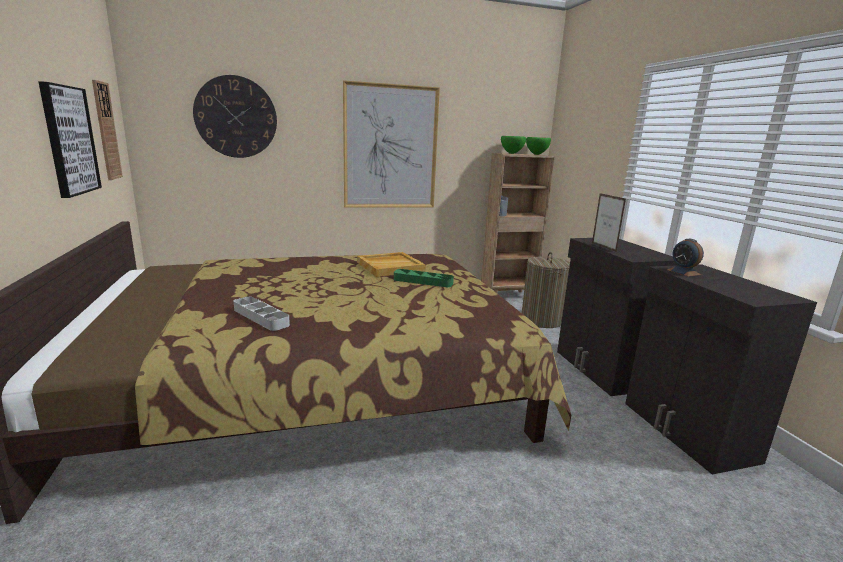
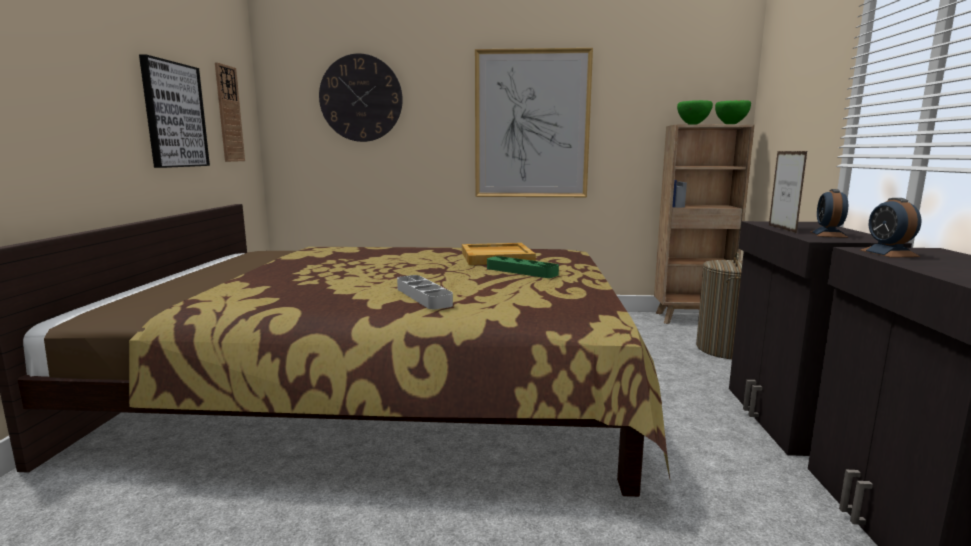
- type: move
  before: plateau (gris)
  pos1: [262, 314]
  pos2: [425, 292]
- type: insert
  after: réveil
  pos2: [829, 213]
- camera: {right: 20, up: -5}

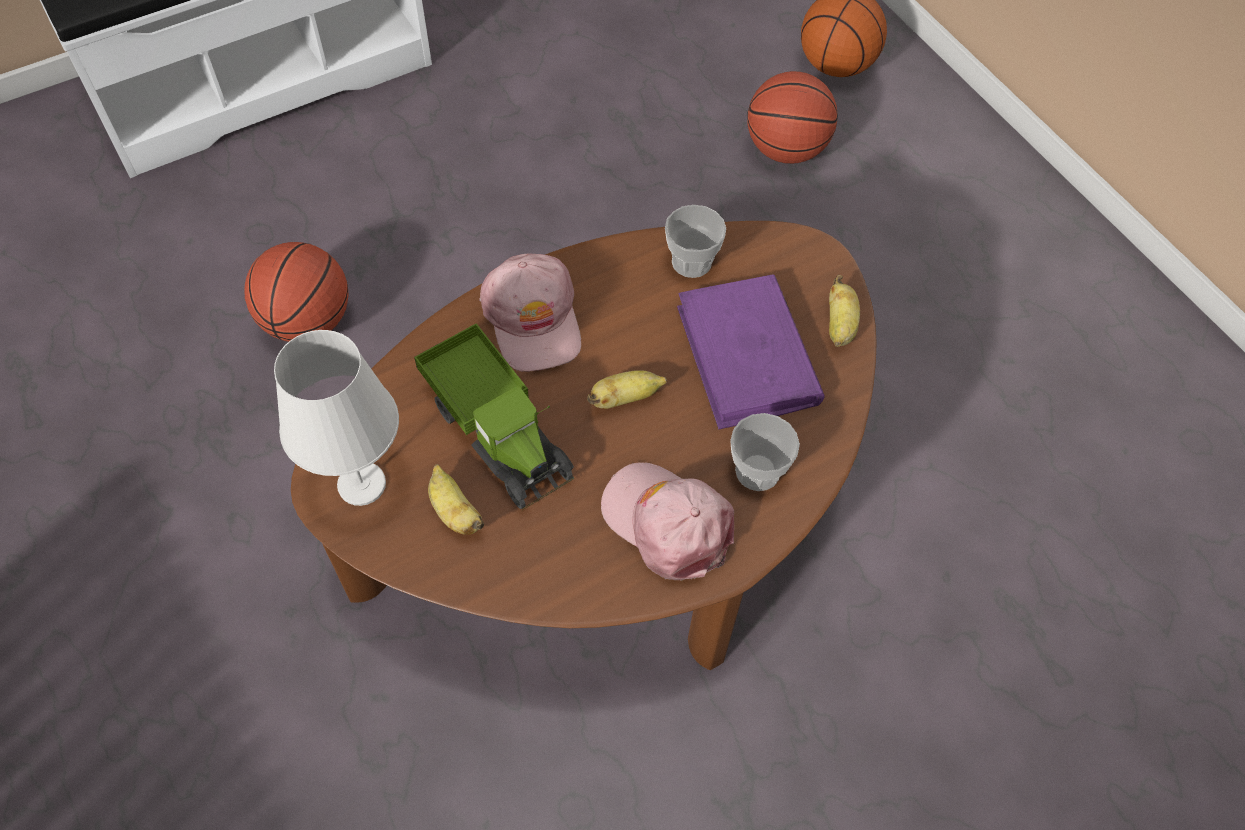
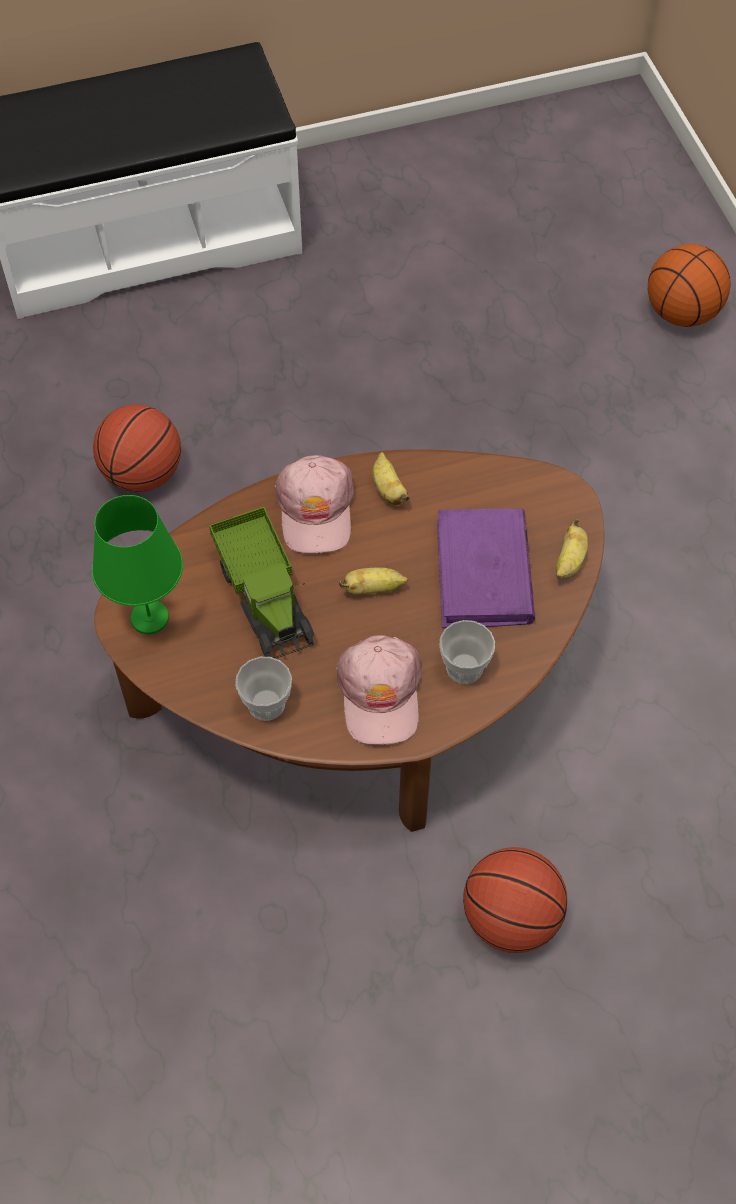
- type: recolor
  before: lampe de table (blanc)
  after: lampe de table (vert)
  pos1: [336, 418]
  pos2: [137, 564]
- type: move
  before: tasse
  pos1: [695, 241]
  pos2: [263, 689]
- type: rotate
  before: casquette (rose)
  pos1: [667, 521]
  pos2: [379, 690]
  turn: -150
- type: move
  before: banane
  pos1: [456, 499]
  pos2: [390, 478]
- type: move
  before: ballon de basket
  pos1: [792, 117]
  pos2: [515, 900]
- camera: {right: 15, up: 0}

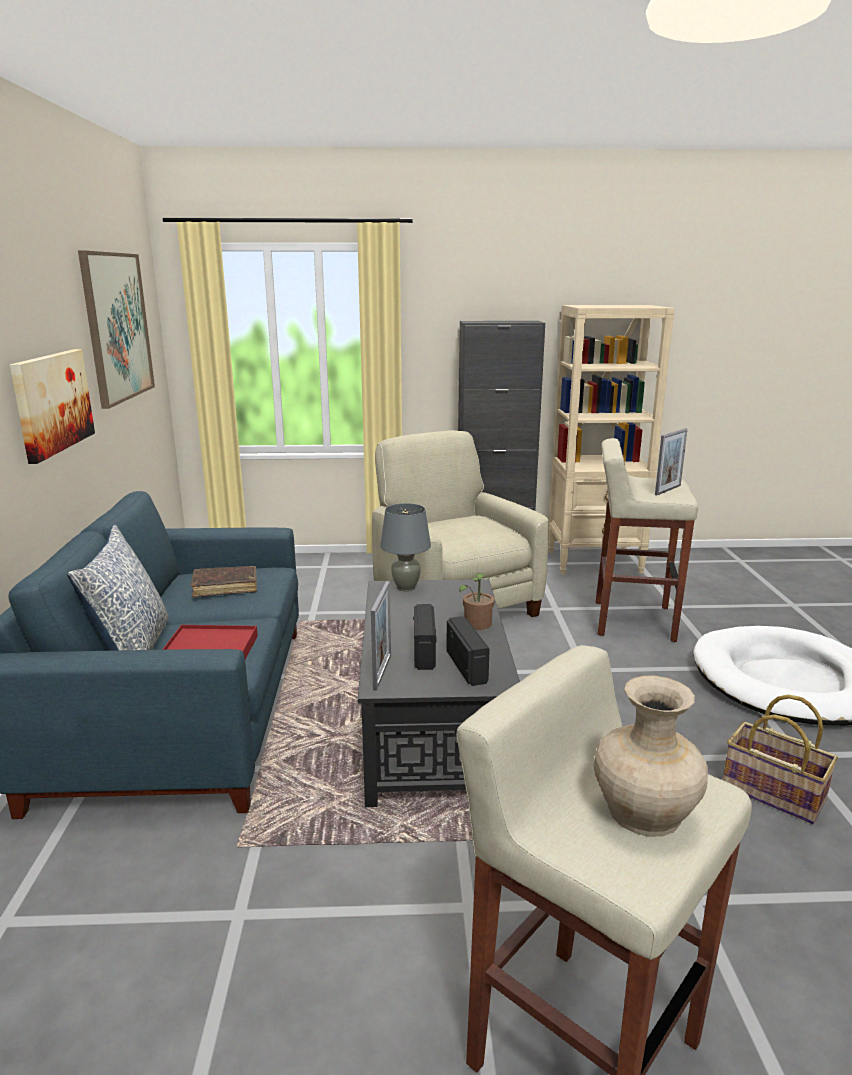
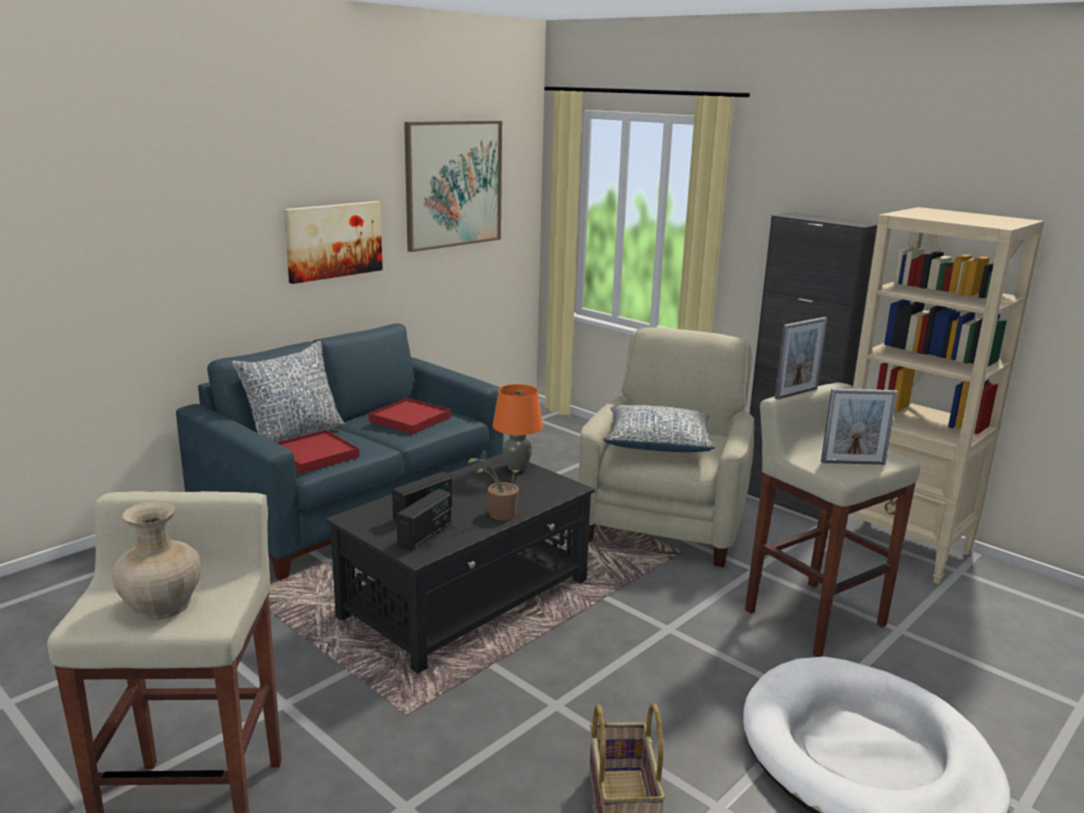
- type: replace
  before: livre (marron)
  after: plateau (rouge)
  pos1: [224, 581]
  pos2: [410, 416]
- type: recolor
  before: lampe de table (gris)
  after: lampe de table (orange)
  pos1: [405, 547]
  pos2: [518, 427]
- type: insert
  after: coussin
  pos2: [659, 428]
- type: move
  before: cadre photo
  pos1: [381, 635]
  pos2: [801, 358]
- camera: {right: 45, up: 0}

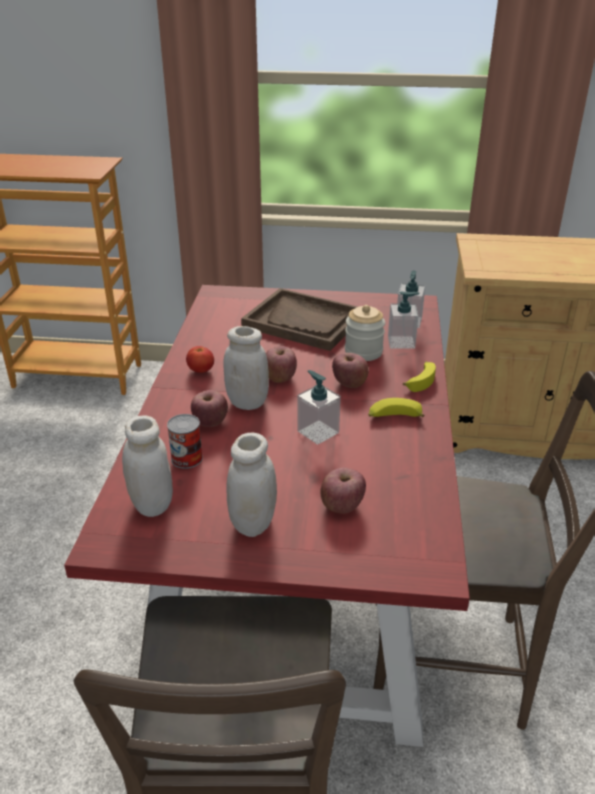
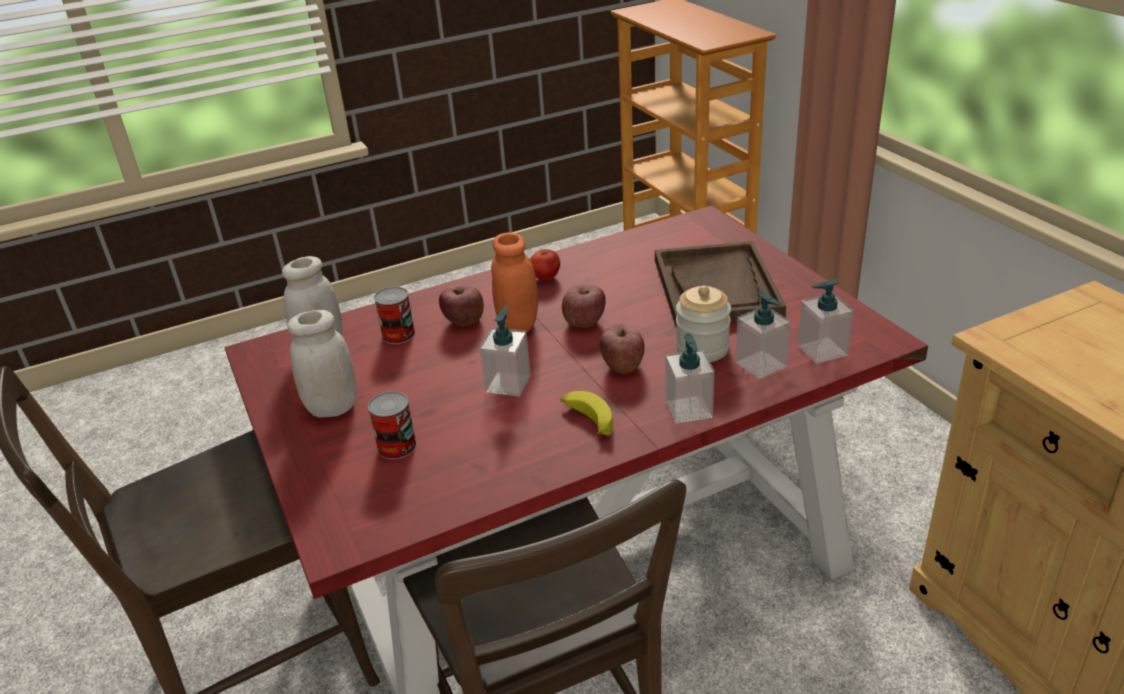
- type: replace
  before: pomme
  after: boîte métallique
  pos1: [343, 491]
  pos2: [392, 425]
- type: recolor
  before: bocal (blanc)
  after: bocal (orange)
  pos1: [246, 368]
  pos2: [514, 282]
- type: replace
  before: banane
  after: distributeur de savon
  pos1: [419, 377]
  pos2: [689, 378]
- camera: {right: 60, up: 0}

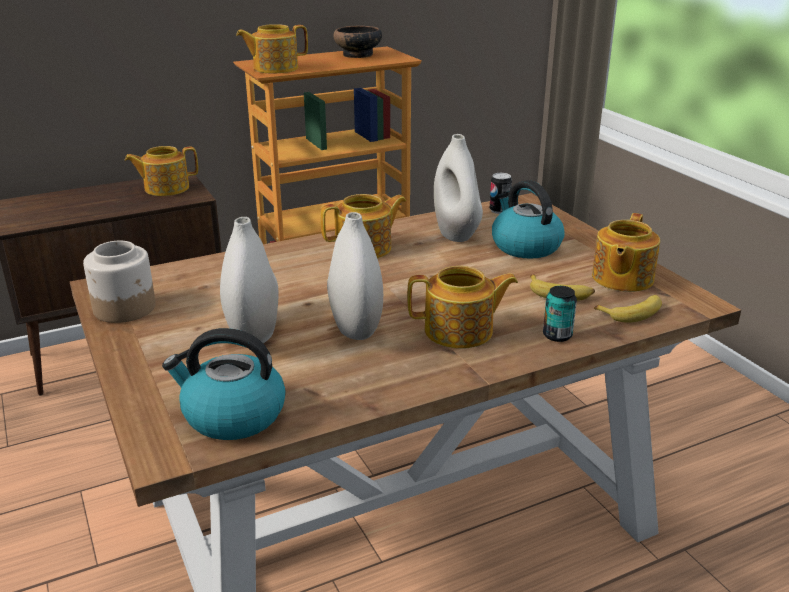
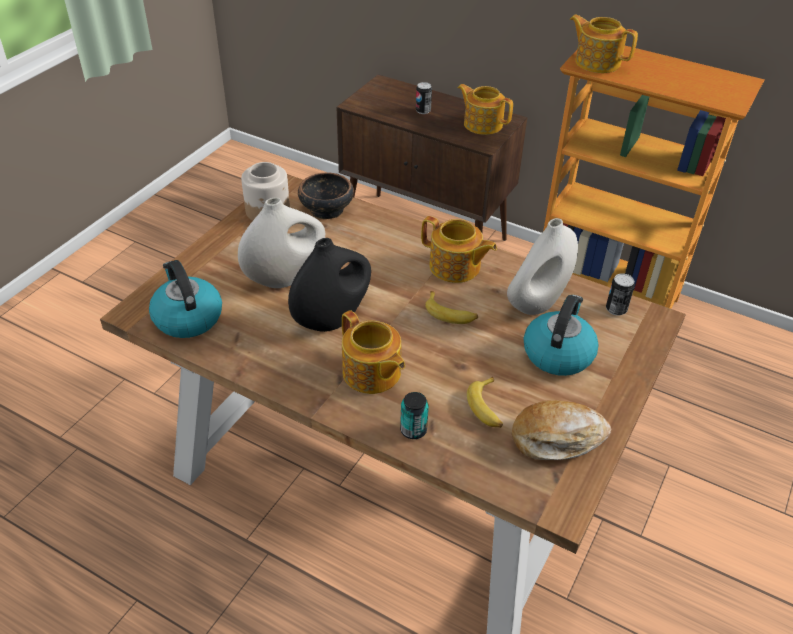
- type: recolor
  before: vase (blanc)
  after: vase (noir)
  pos1: [355, 276]
  pos2: [329, 285]
- type: move
  before: bol
  pos1: [357, 42]
  pos2: [326, 195]
- type: insert
  after: boîte métallique
  pos2: [424, 98]
- type: move
  before: banane
  pos1: [628, 309]
  pos2: [451, 307]
- type: replace
  before: théière
  after: pain
  pos1: [626, 252]
  pos2: [562, 430]
- camera: {right: 55, up: 15}

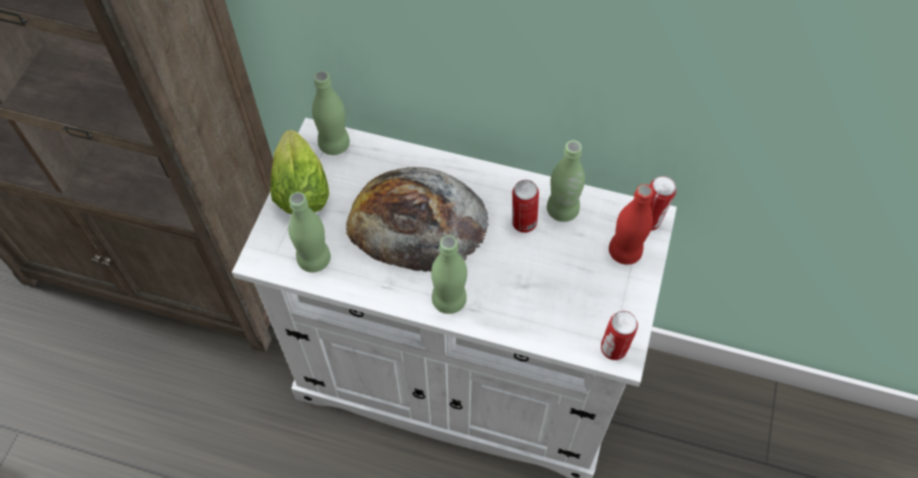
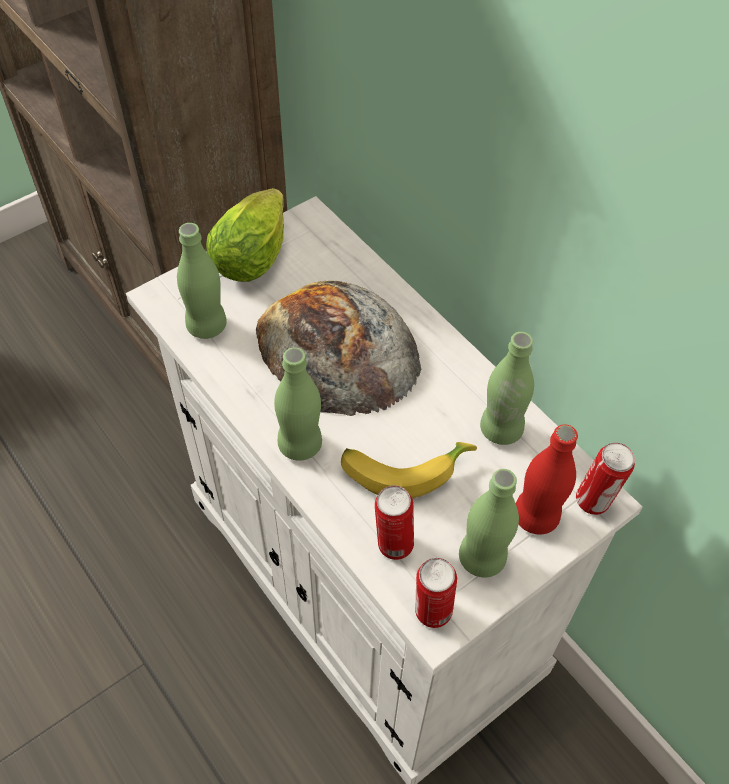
- type: insert
  after: banane
  pos2: [409, 470]
- type: move
  before: boîte métallique
  pos1: [525, 206]
  pos2: [394, 522]
- type: move
  before: bouteille (vert)
  pos1: [331, 113]
  pos2: [489, 523]
- camera: {right: 35, up: -5}

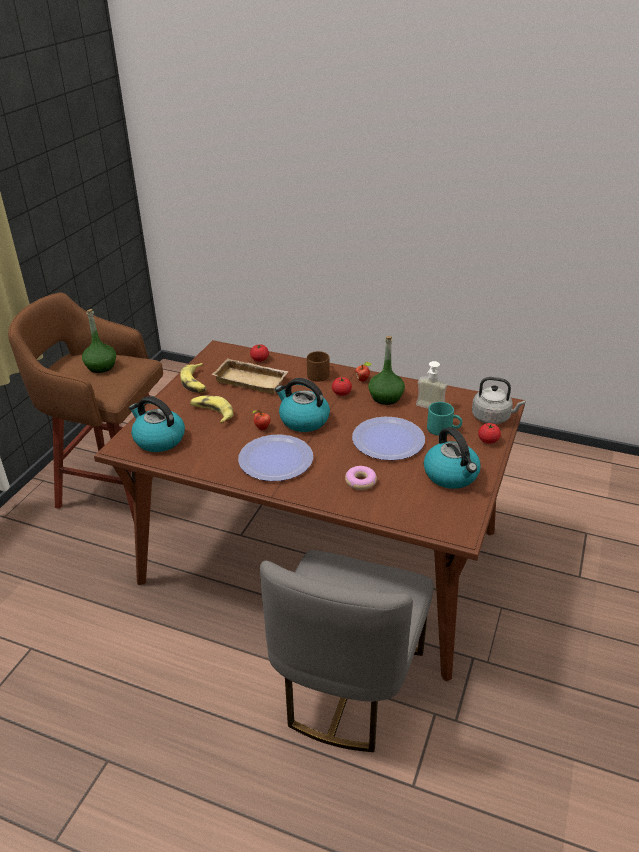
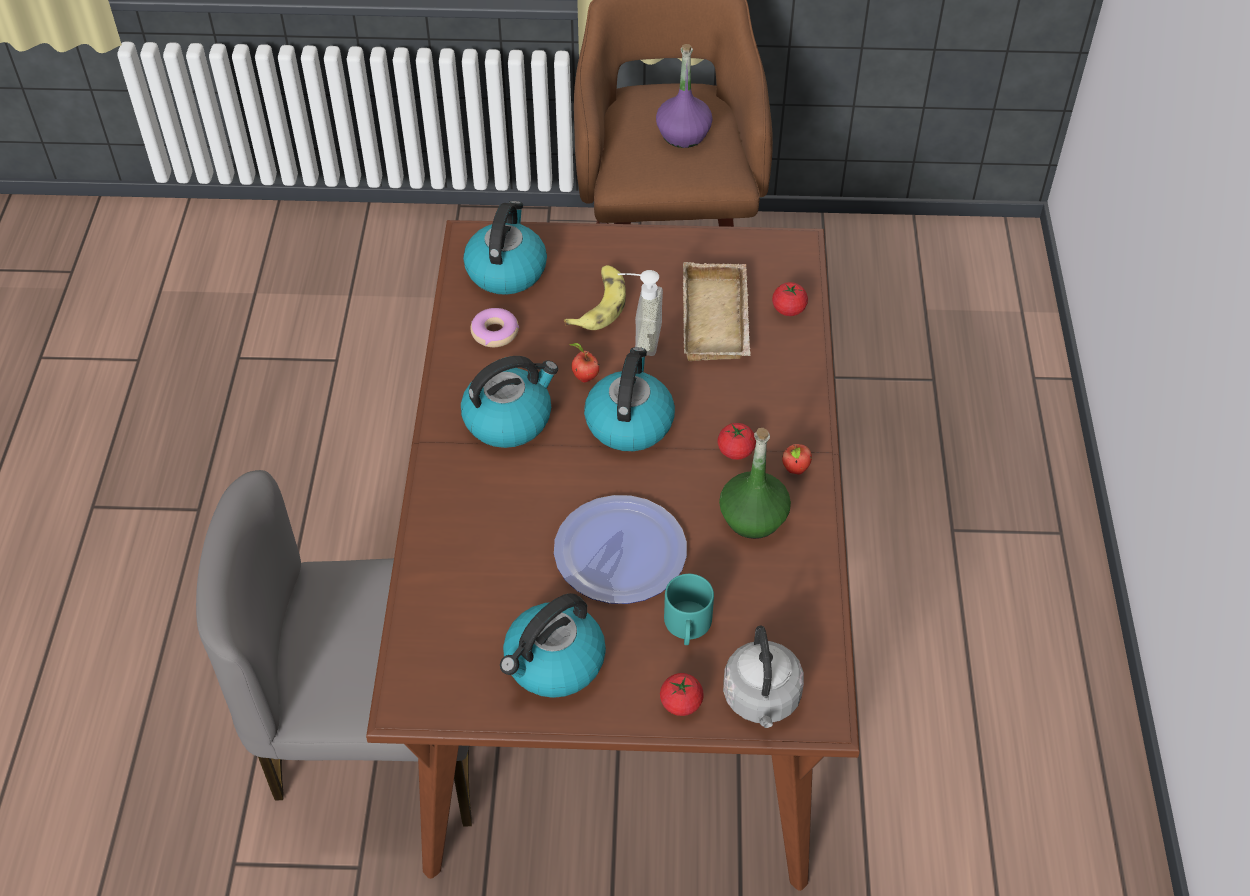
- type: replace
  before: assiette
  after: bouilloire
  pos1: [275, 458]
  pos2: [509, 402]
- type: move
  before: beignet
  pos1: [361, 478]
  pos2: [495, 327]
- type: move
  before: distributeur de savon
  pos1: [432, 385]
  pos2: [640, 313]
- type: recolor
  before: bouteille (vert)
  after: bouteille (violet)
  pos1: [99, 341]
  pos2: [684, 96]
- type: delete
  before: banane
  pos1: [193, 378]
- type: delete
  before: mug (marron)
  pos1: [318, 366]
- camera: {right: 70, up: 15}

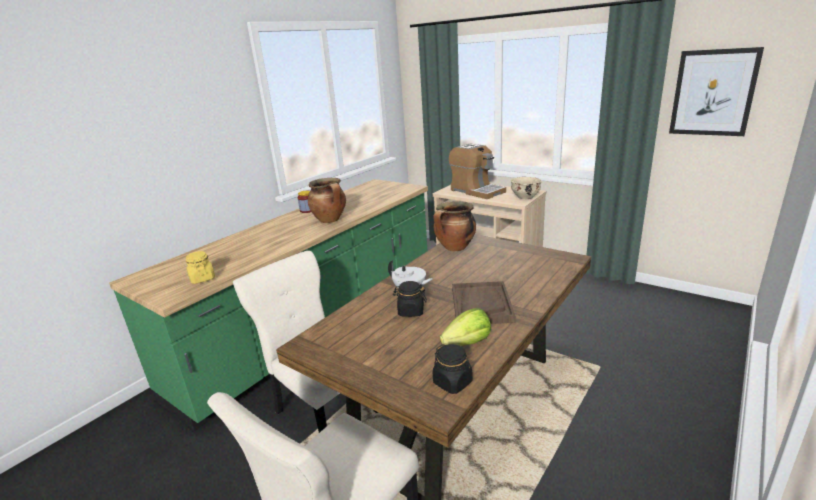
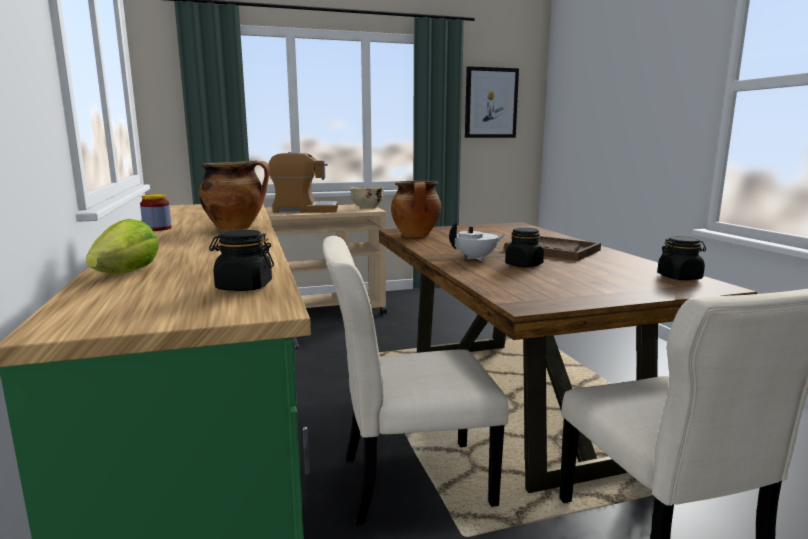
- type: move
  before: laitue
  pos1: [465, 327]
  pos2: [122, 246]
- type: recolor
  before: bocal (jaune)
  after: bocal (noir)
  pos1: [200, 267]
  pos2: [241, 260]
- camera: {right: -55, up: -10}

